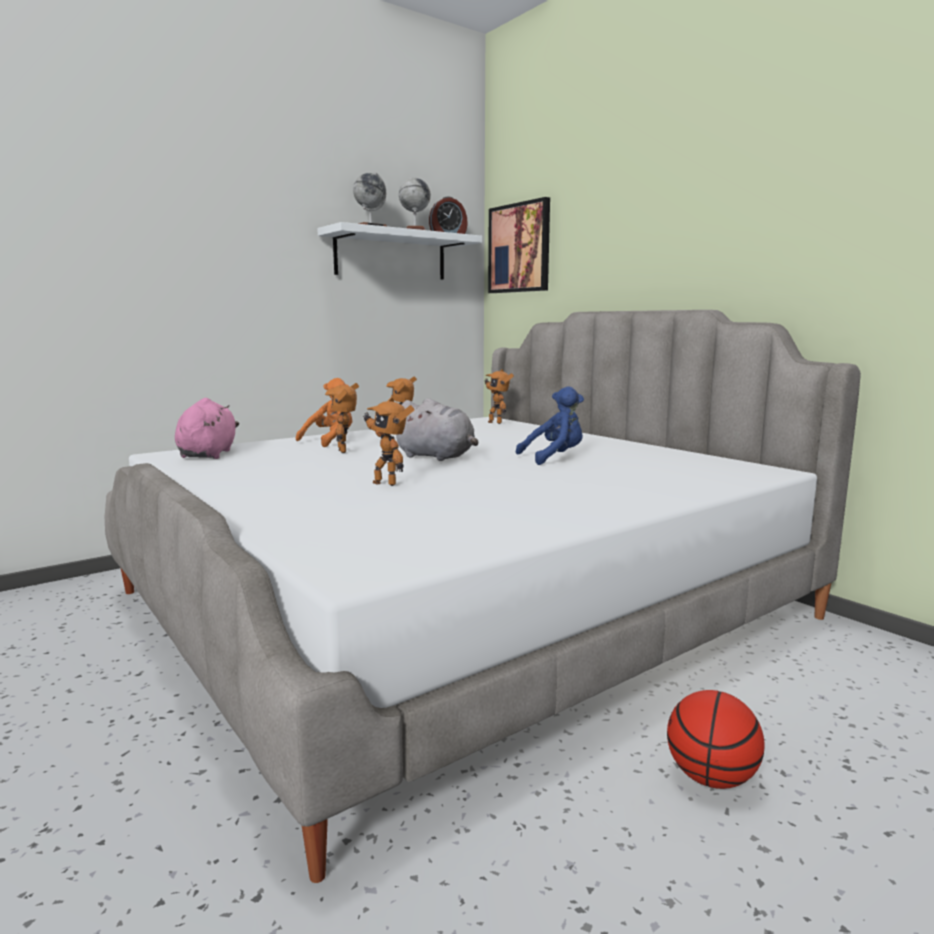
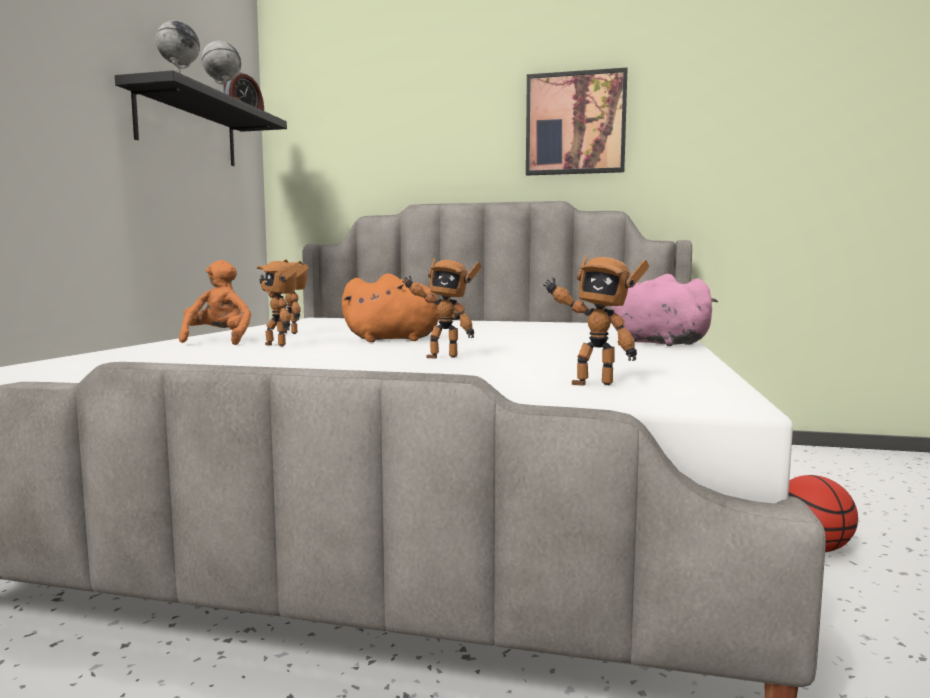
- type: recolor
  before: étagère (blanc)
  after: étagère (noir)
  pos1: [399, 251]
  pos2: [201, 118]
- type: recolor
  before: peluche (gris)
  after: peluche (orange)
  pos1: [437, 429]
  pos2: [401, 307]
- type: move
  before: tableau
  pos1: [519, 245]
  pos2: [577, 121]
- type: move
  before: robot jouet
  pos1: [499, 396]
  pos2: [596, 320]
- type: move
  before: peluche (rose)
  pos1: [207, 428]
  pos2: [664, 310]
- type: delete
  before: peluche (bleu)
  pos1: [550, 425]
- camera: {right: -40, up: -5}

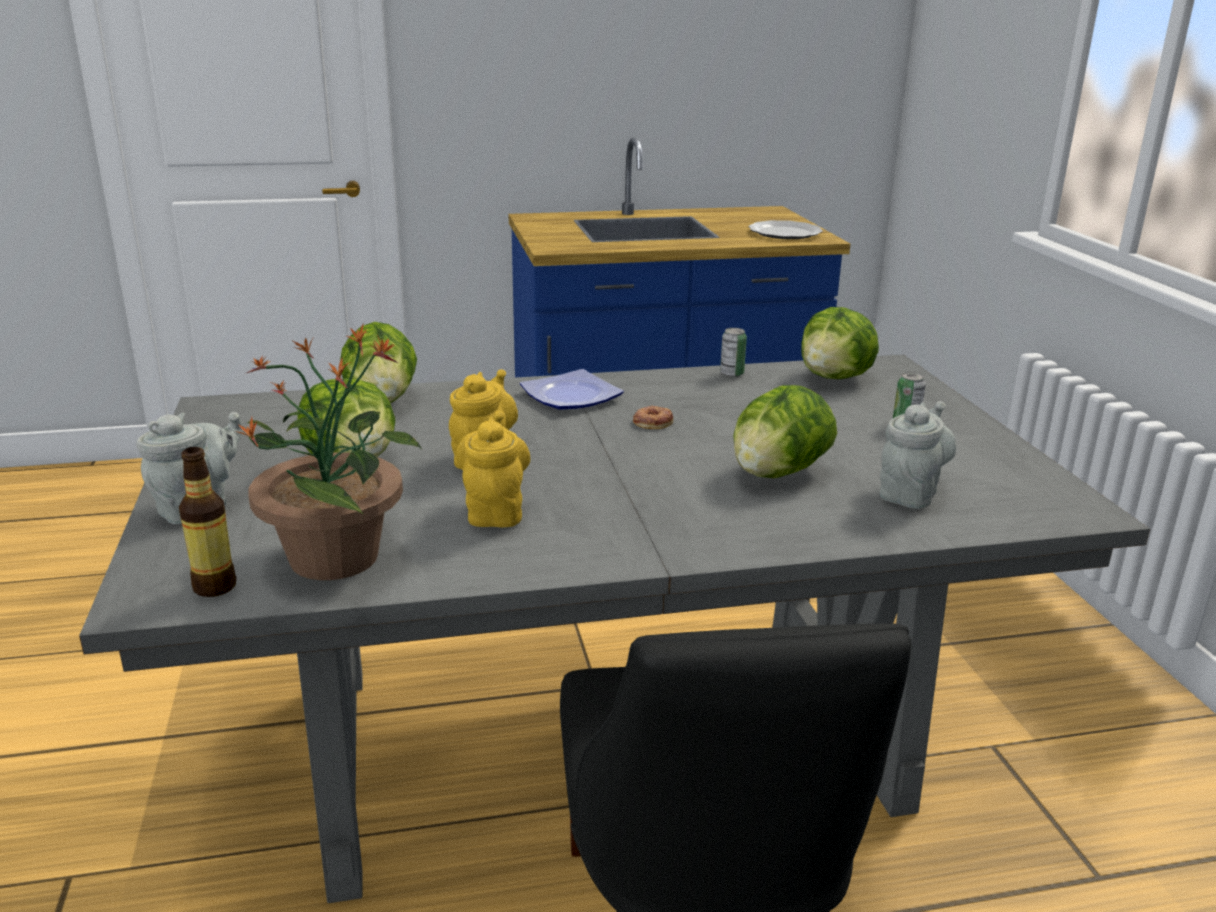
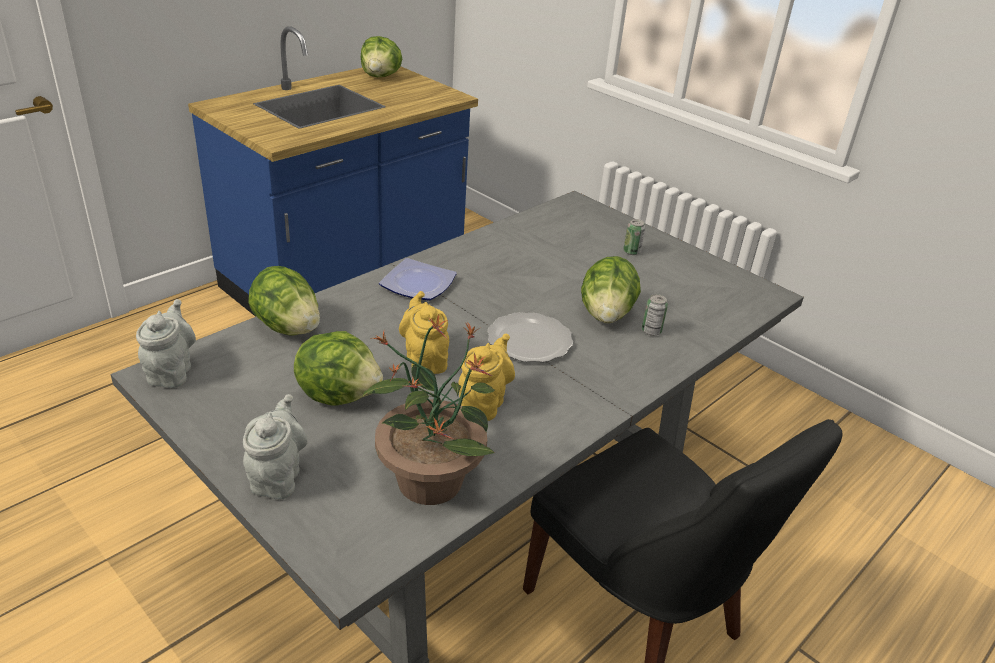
- type: move
  before: théière (gris)
  pos1: [917, 455]
  pos2: [166, 343]
- type: move
  before: laitue
  pos1: [840, 343]
  pos2: [381, 56]
- type: rotate
  before: théière (jaune)
  pos1: [493, 469]
  pos2: [486, 377]
  turn: 60
- type: move
  before: assiette
  pos1: [785, 229]
  pos2: [530, 337]
- type: move
  before: boîte métallique
  pos1: [733, 352]
  pos2: [655, 315]
- type: delete
  before: bouteille
  pos1: [207, 522]
- type: delete
  before: beignet
  pos1: [653, 417]
- camera: {right: -35, up: 10}

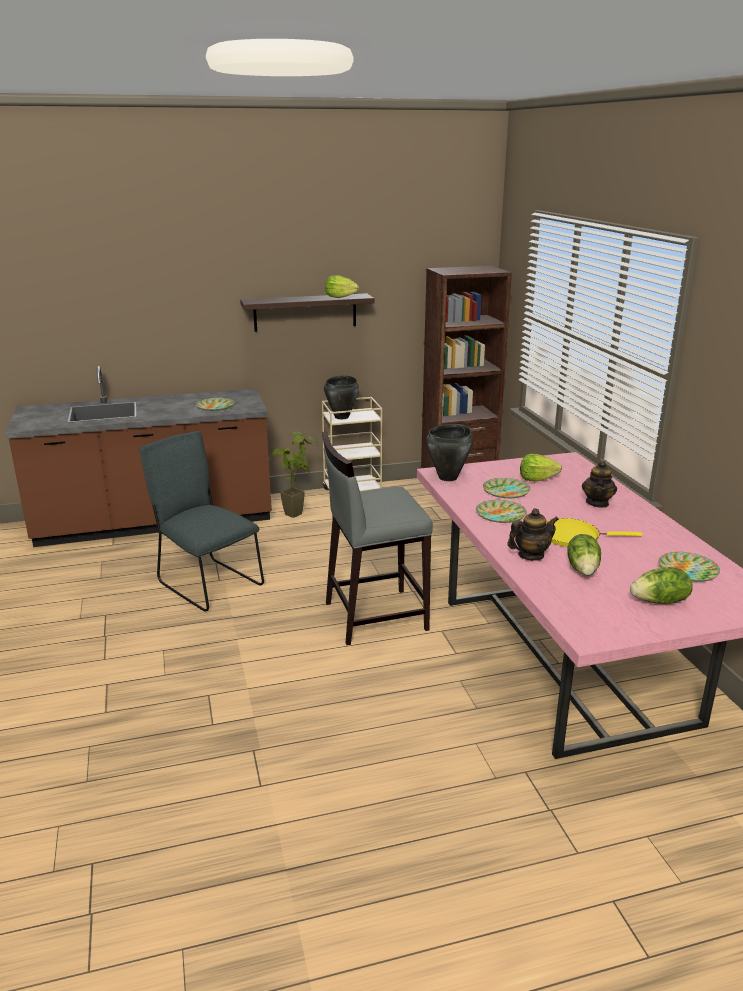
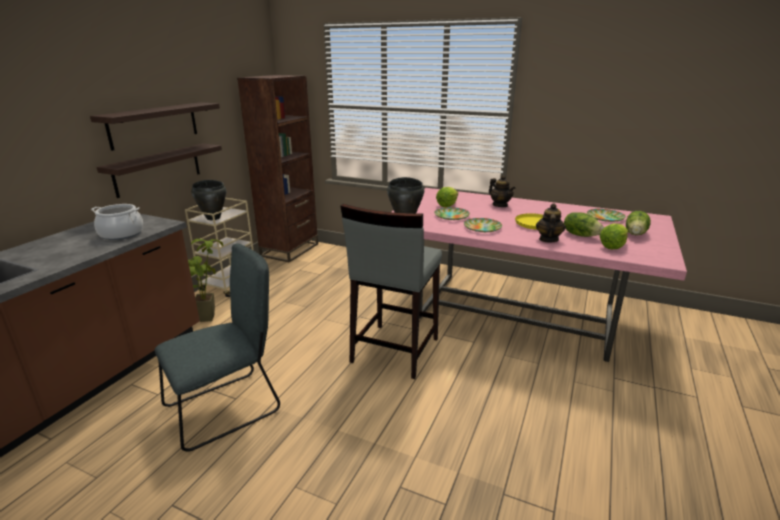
- type: replace
  before: assiette
  after: marmite
  pos1: [215, 404]
  pos2: [117, 222]
- type: insert
  after: étagère
  pos2: [159, 171]
- type: rotate
  before: chaise (gris)
  pos1: [201, 521]
  pos2: [217, 347]
  turn: 150
- type: move
  before: laitue
  pos1: [342, 286]
  pos2: [613, 236]
- camera: {right: -50, up: 0}

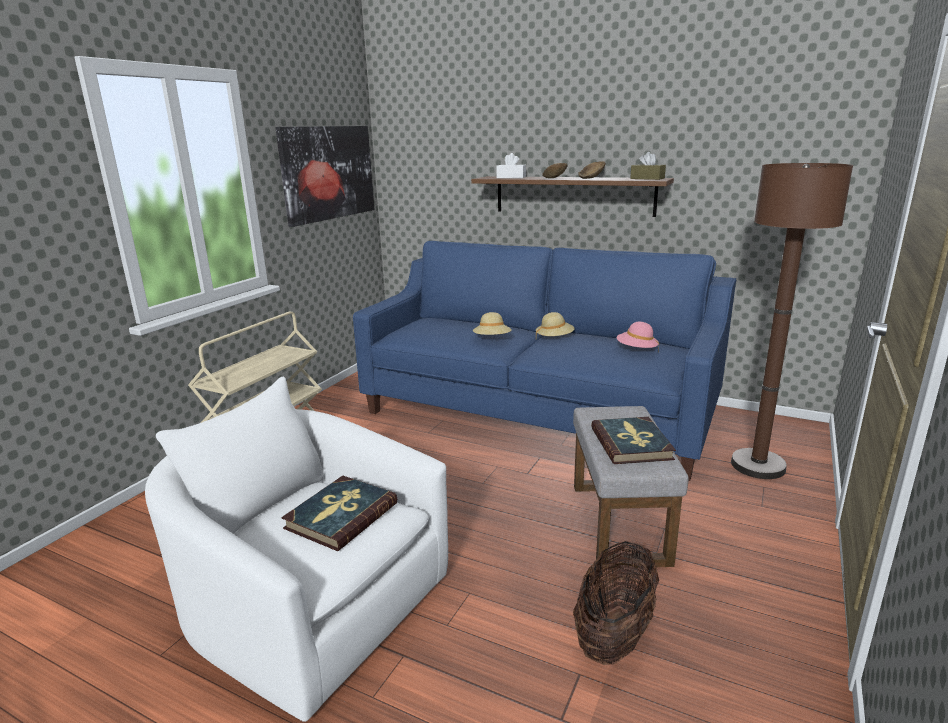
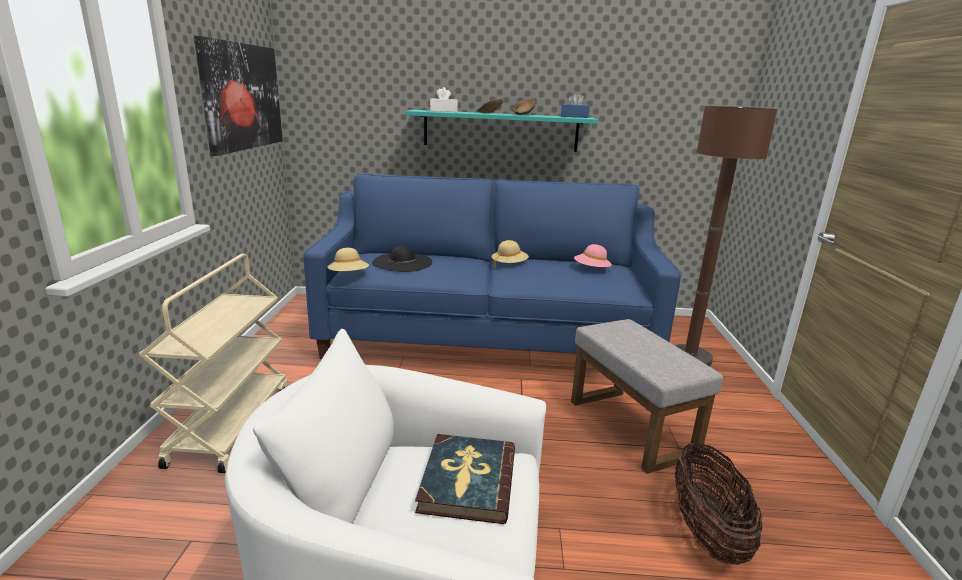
- type: move
  before: chapeau (beige)
  pos1: [492, 323]
  pos2: [348, 259]
- type: insert
  after: chapeau (noir)
  pos2: [402, 259]
- type: recolor
  before: étagère (marron)
  after: étagère (turquoise)
  pos1: [572, 196]
  pos2: [502, 131]
- type: recolor
  before: boîte à mouchoirs (marron)
  after: boîte à mouchoirs (bleu)
  pos1: [648, 166]
  pos2: [575, 105]
- type: delete
  before: livre
  pos1: [633, 440]
- camera: {right: -25, up: 0}

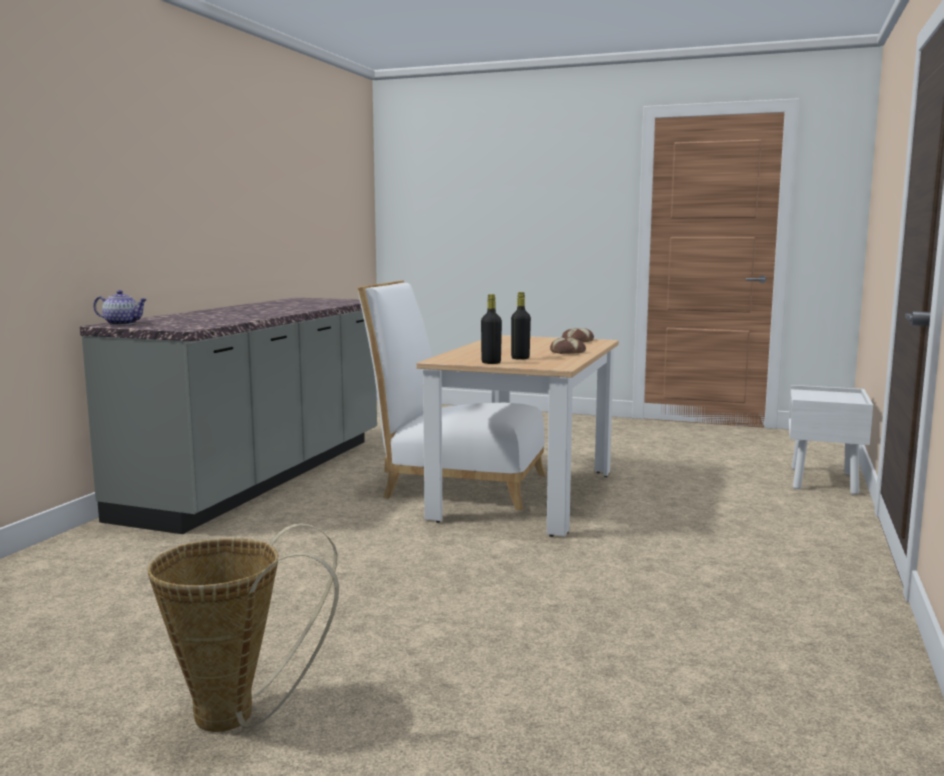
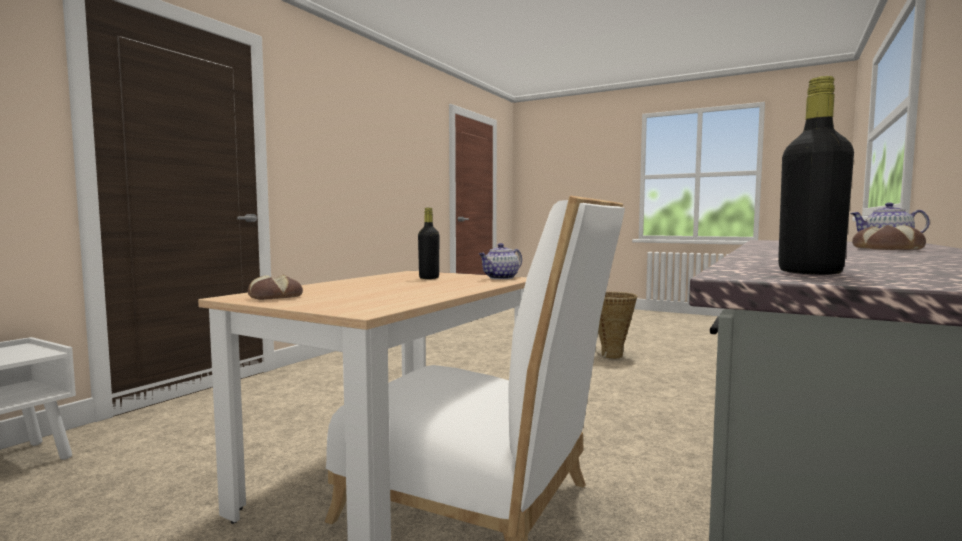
- type: insert
  after: théière
  pos2: [500, 261]
- type: move
  before: bouteille (noir)
  pos1: [491, 329]
  pos2: [816, 175]
- type: move
  before: pain
  pos1: [568, 345]
  pos2: [889, 237]
- camera: {right: -170, up: -5}

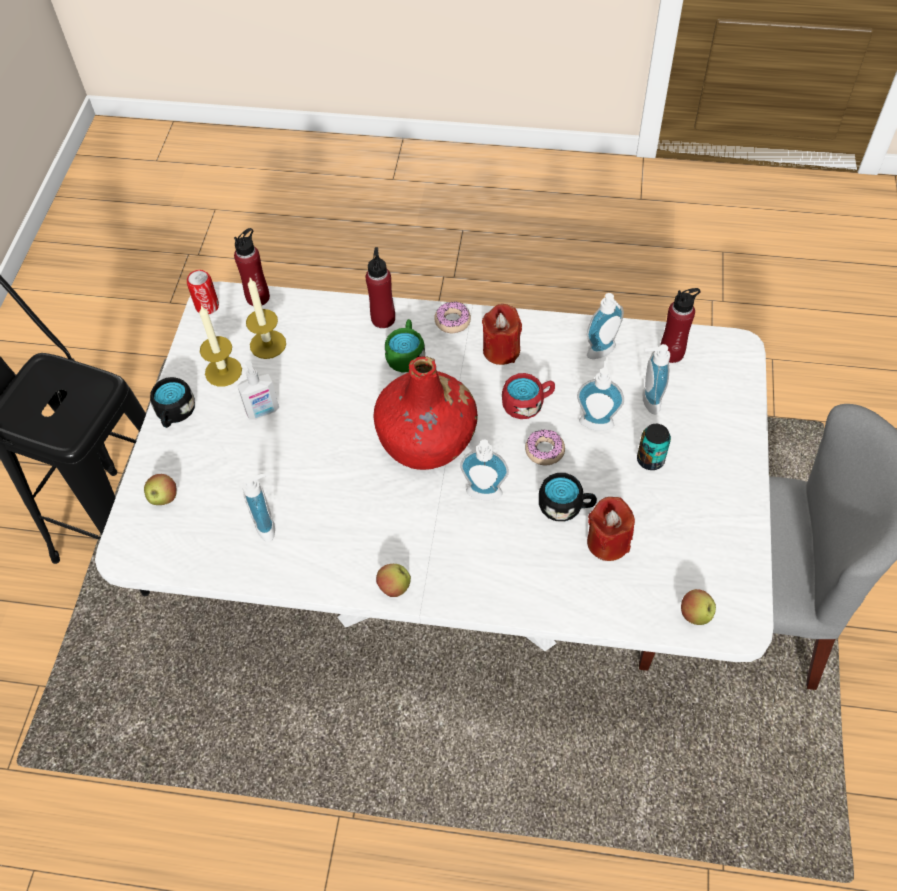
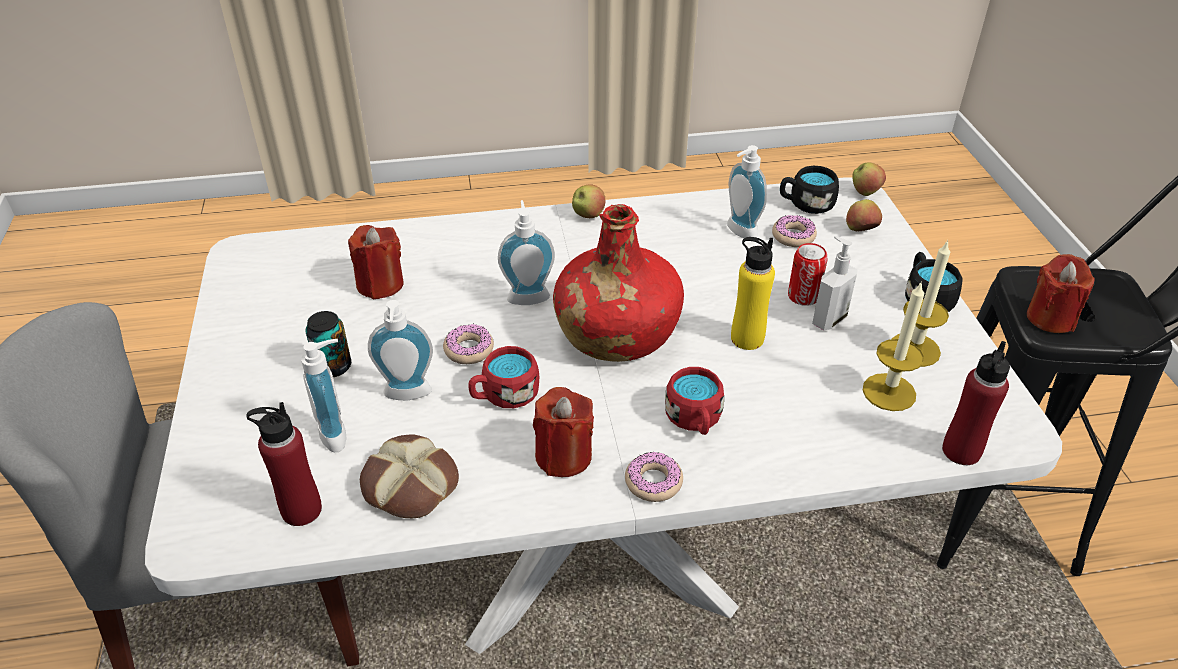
- type: replace
  before: distributeur de savon
  after: pain
  pos1: [605, 326]
  pos2: [409, 476]
- type: recolor
  before: mug (vert)
  after: mug (rouge)
  pos1: [405, 346]
  pos2: [694, 401]
- type: insert
  after: bouteille (jaune)
  pos2: [753, 293]
- type: insert
  after: beignet
  pos2: [794, 231]
- type: move
  before: mug (noir)
  pos1: [568, 497]
  pos2: [809, 190]
- type: move
  before: boîte métallique
  pos1: [203, 292]
  pos2: [807, 274]
- type: move
  before: pomme
  pos1: [698, 607]
  pos2: [869, 179]
- type: insert
  after: bougie (rouge)
  pos2: [1060, 293]
- type: delete
  before: bouteille (rouge)
  pos1: [380, 287]
- camera: {right: 160, up: -15}

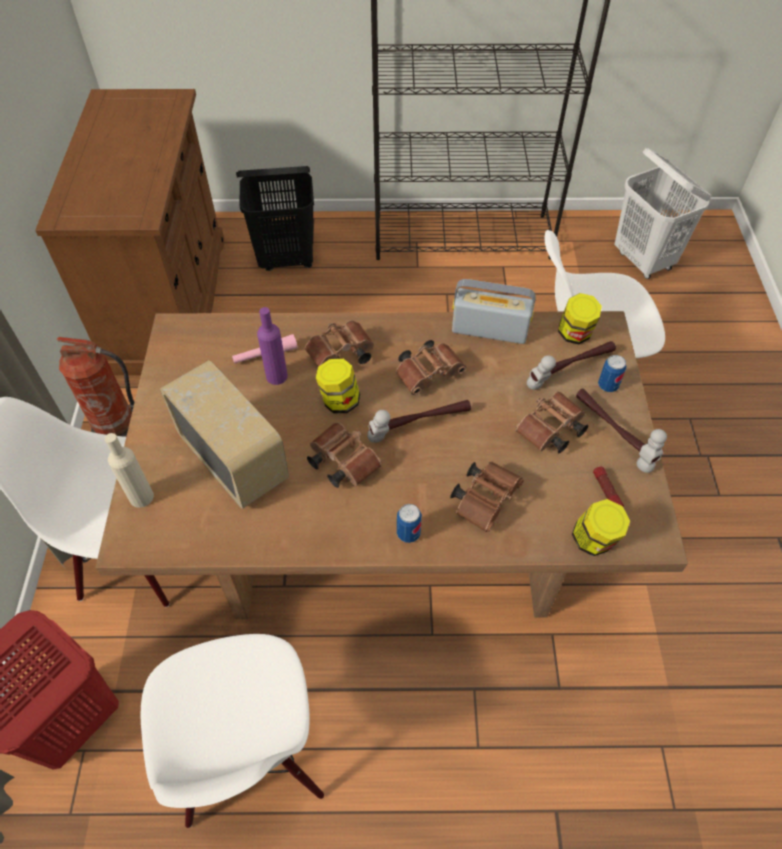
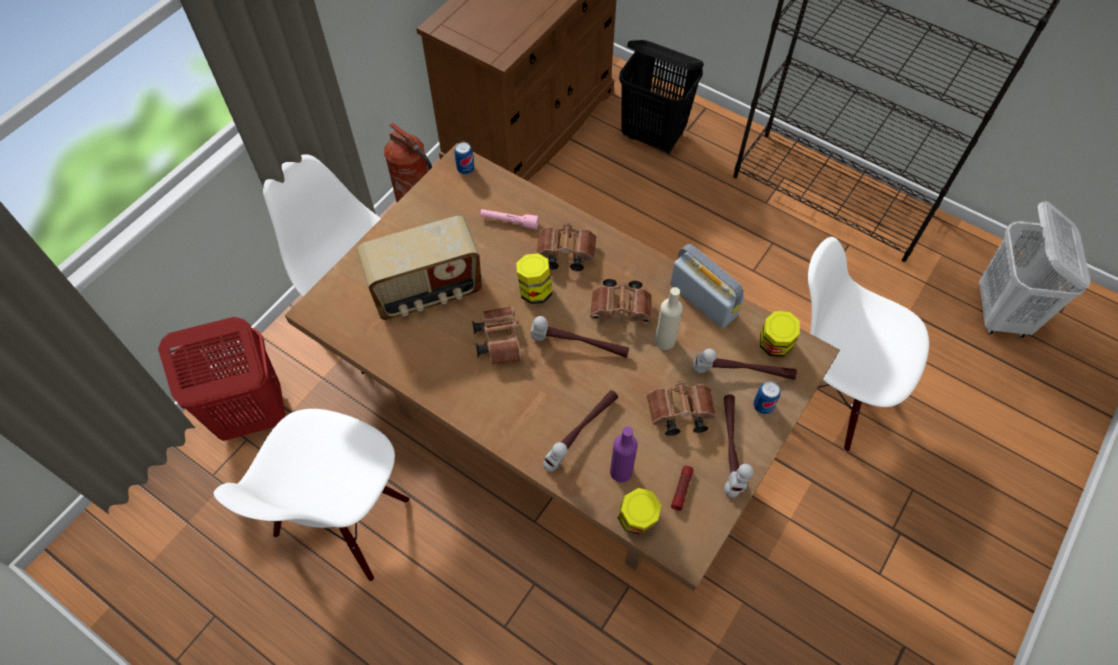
- type: rotate
  before: radio
  pos1: [224, 434]
  pos2: [419, 268]
  turn: 75
- type: move
  before: boîte métallique
  pos1: [409, 523]
  pos2: [464, 158]
- type: replace
  before: jumelles (marron)
  after: marteau
  pos1: [487, 497]
  pos2: [580, 430]
- type: move
  before: bouteille (violet)
  pos1: [272, 346]
  pos2: [624, 454]
- type: move
  before: bouteille (beige)
  pos1: [129, 470]
  pos2: [669, 318]
- camera: {right: 35, up: 5}

